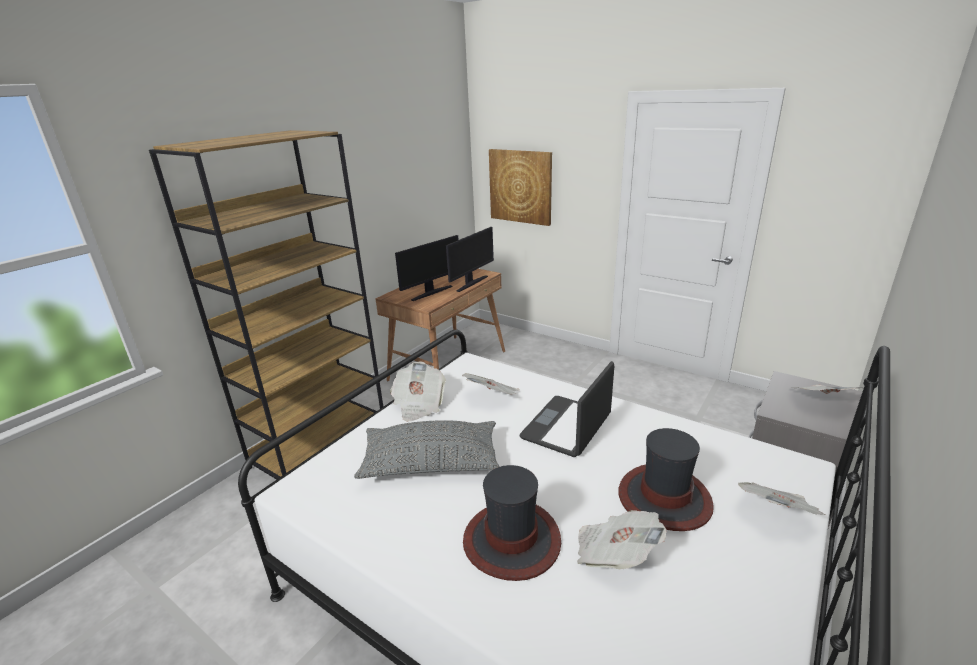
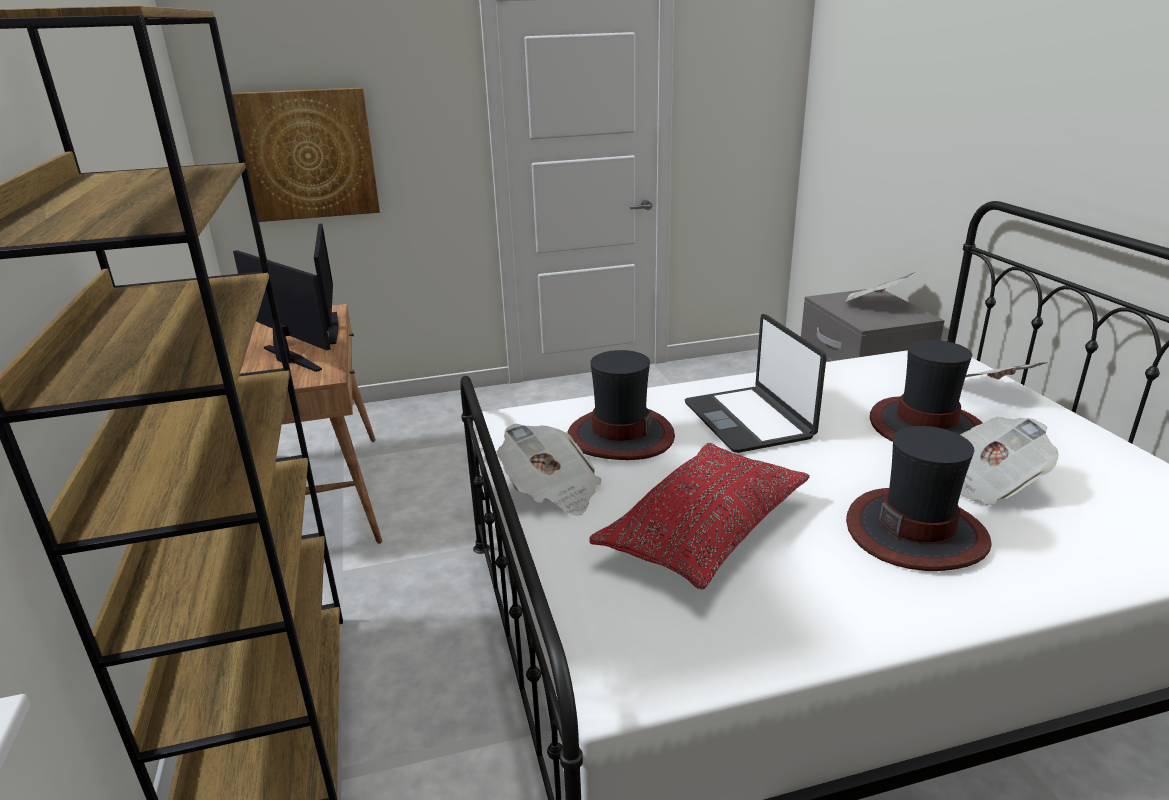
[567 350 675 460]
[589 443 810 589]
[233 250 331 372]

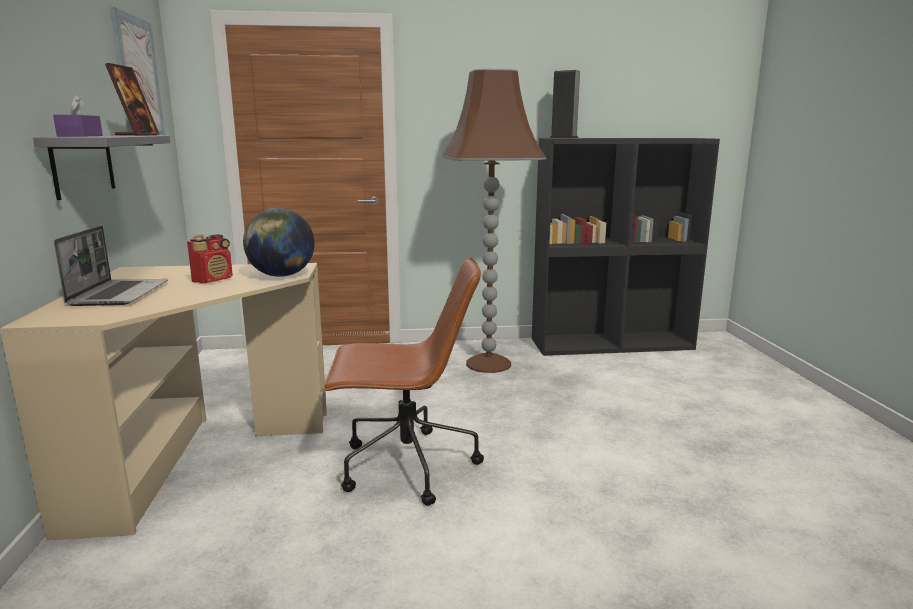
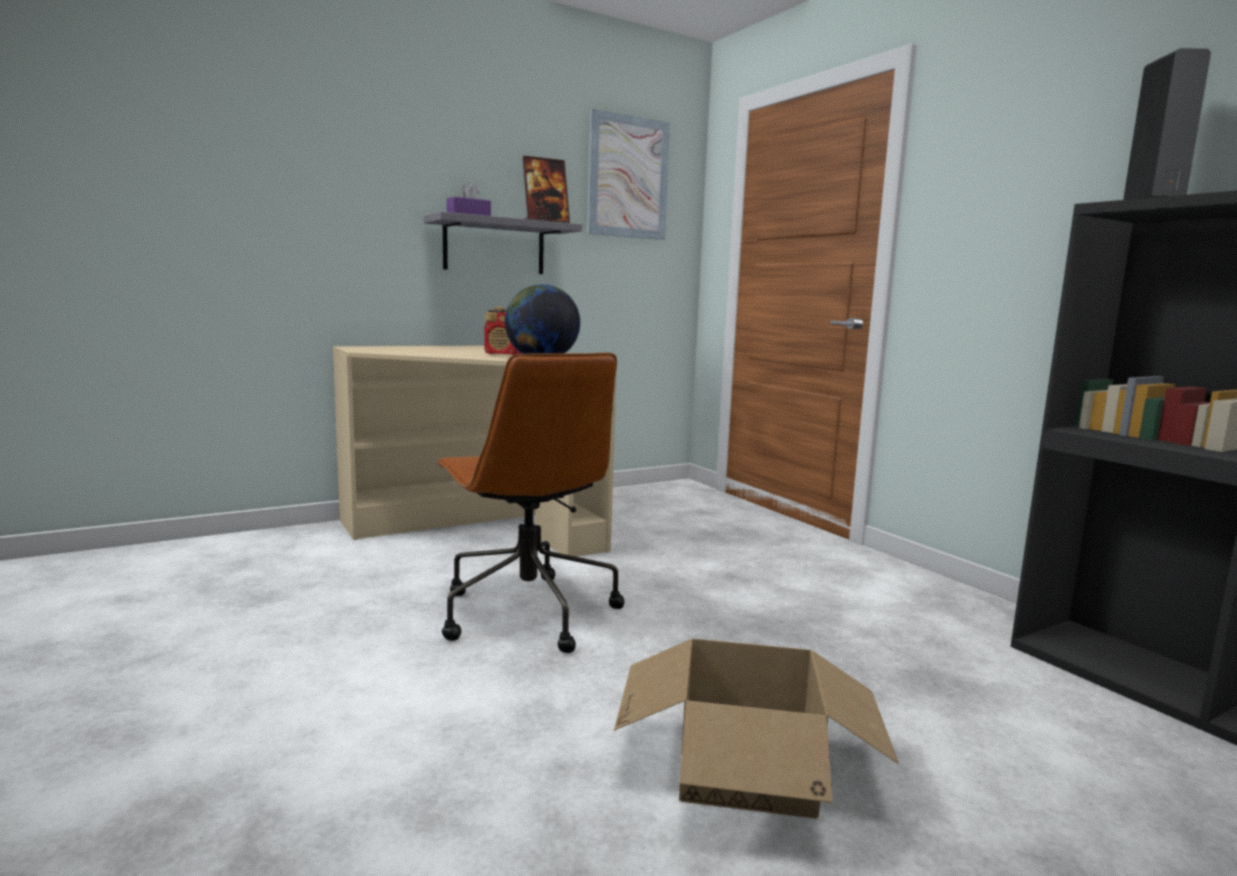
[54 226 168 306] (first image)
[442 68 547 373] (first image)
[614 638 899 819]

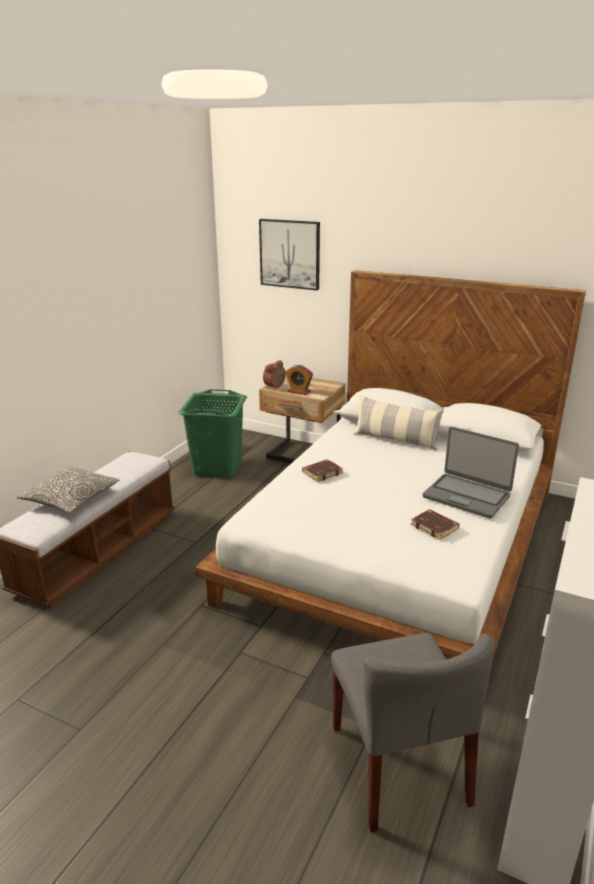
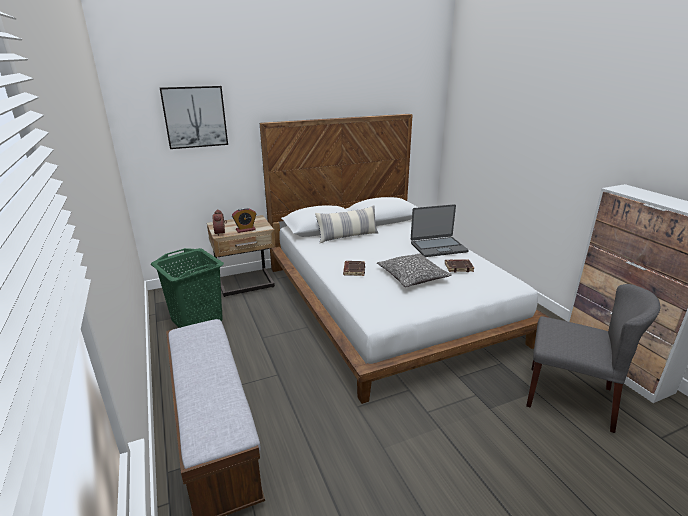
[377 253 452 287]

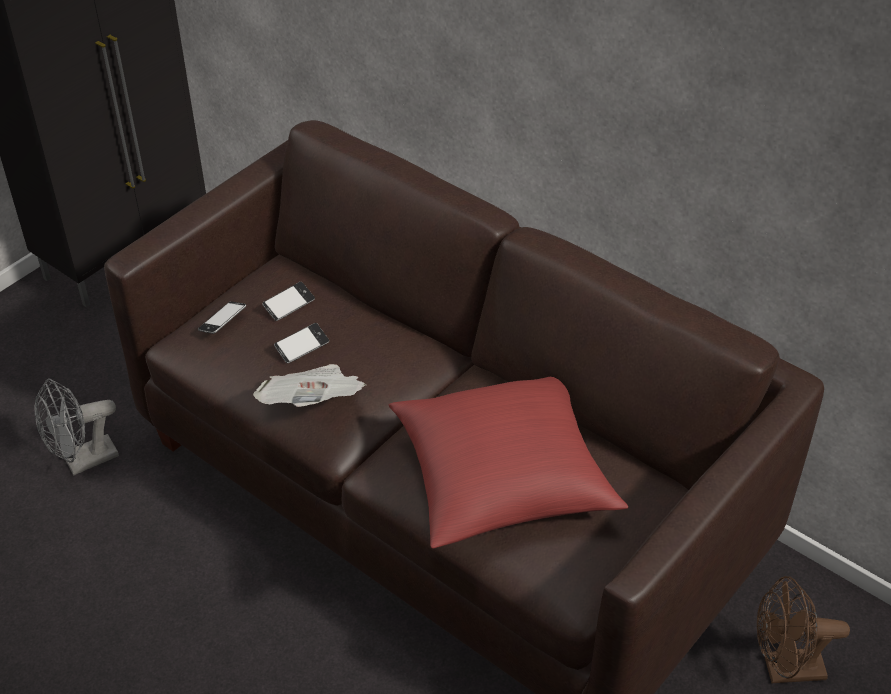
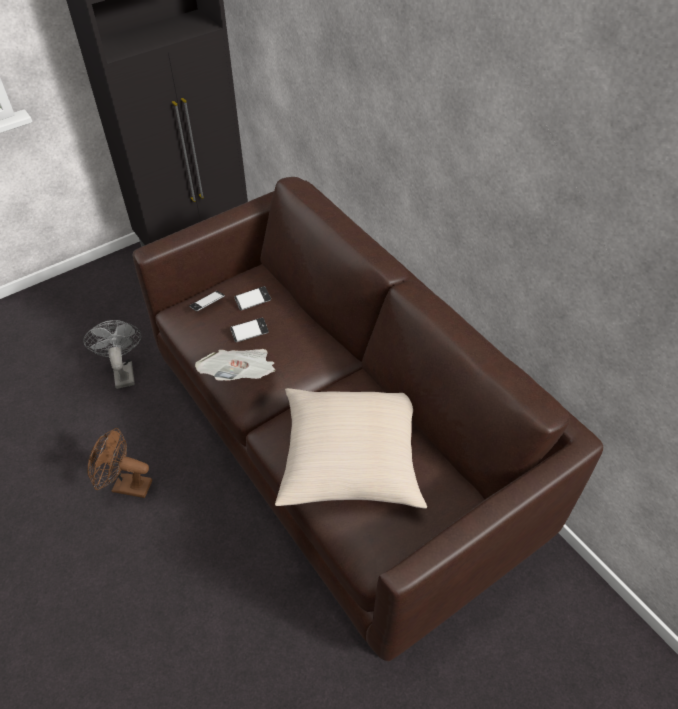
[87 428 152 498]
[275 388 427 509]
[84 320 142 389]

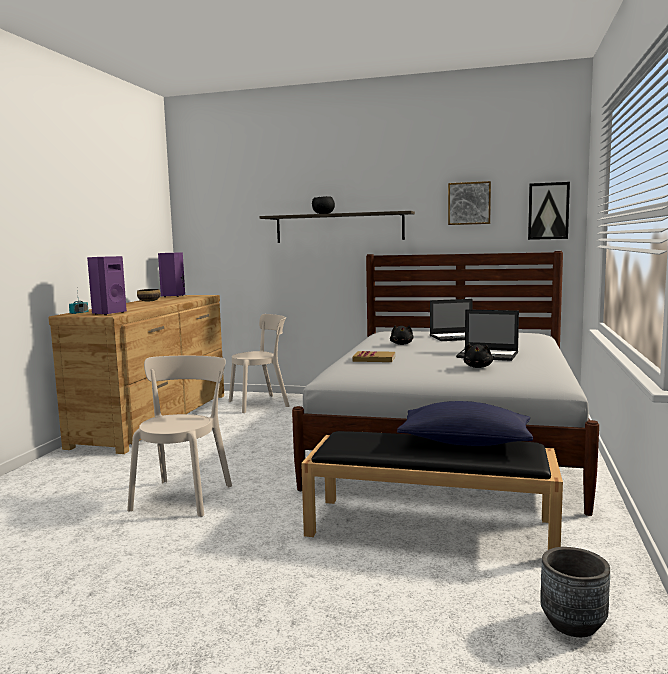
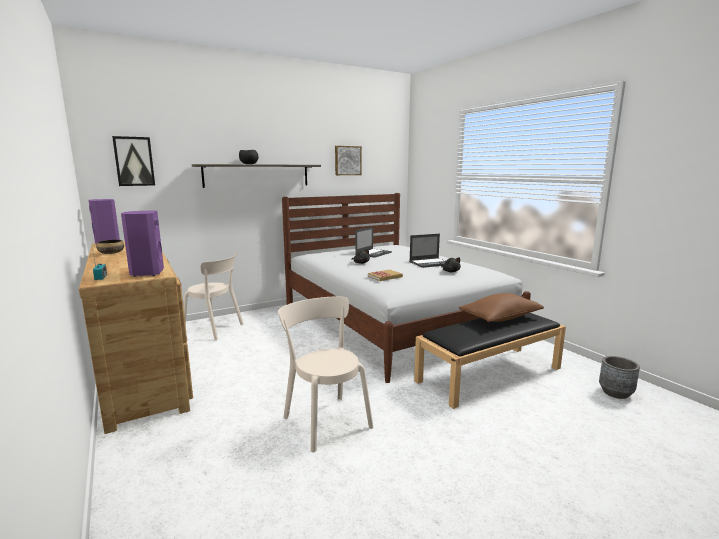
[112 136 155 186]
[459 293 544 322]
[184 252 244 340]

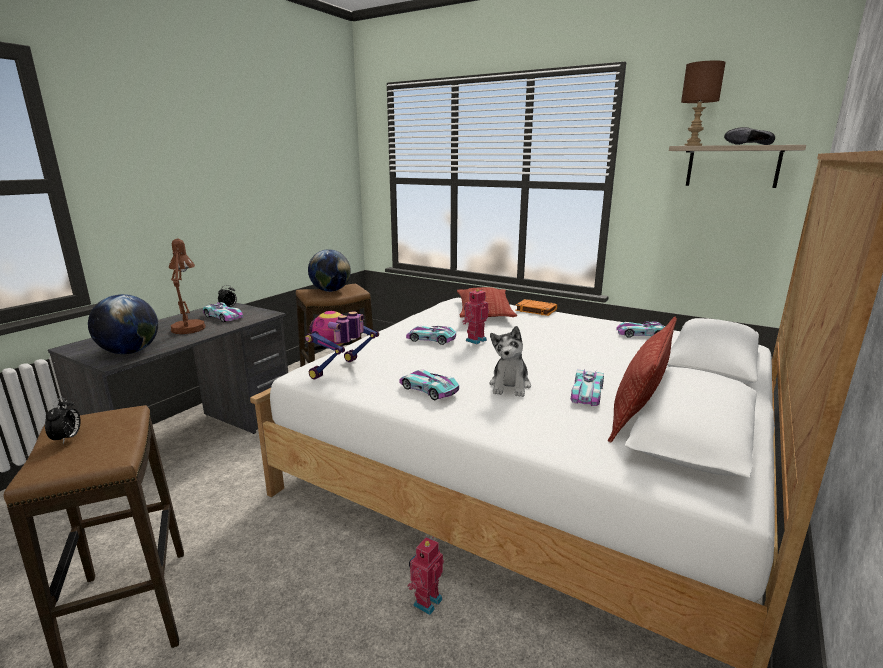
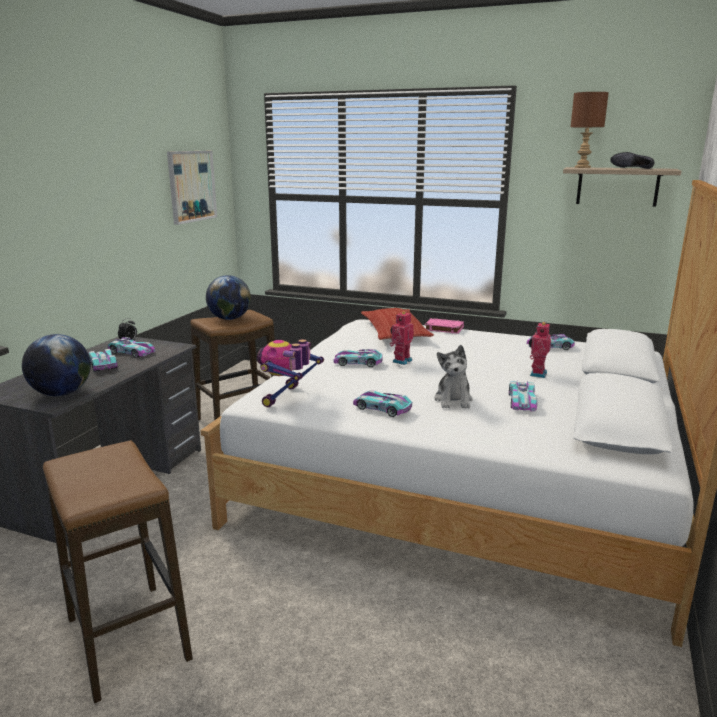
[45 397 80 444] (first image)
[608 317 677 443] (first image)
[167 151 217 225]
[529 321 551 378]
[88 349 118 372]
[425 318 464 334]

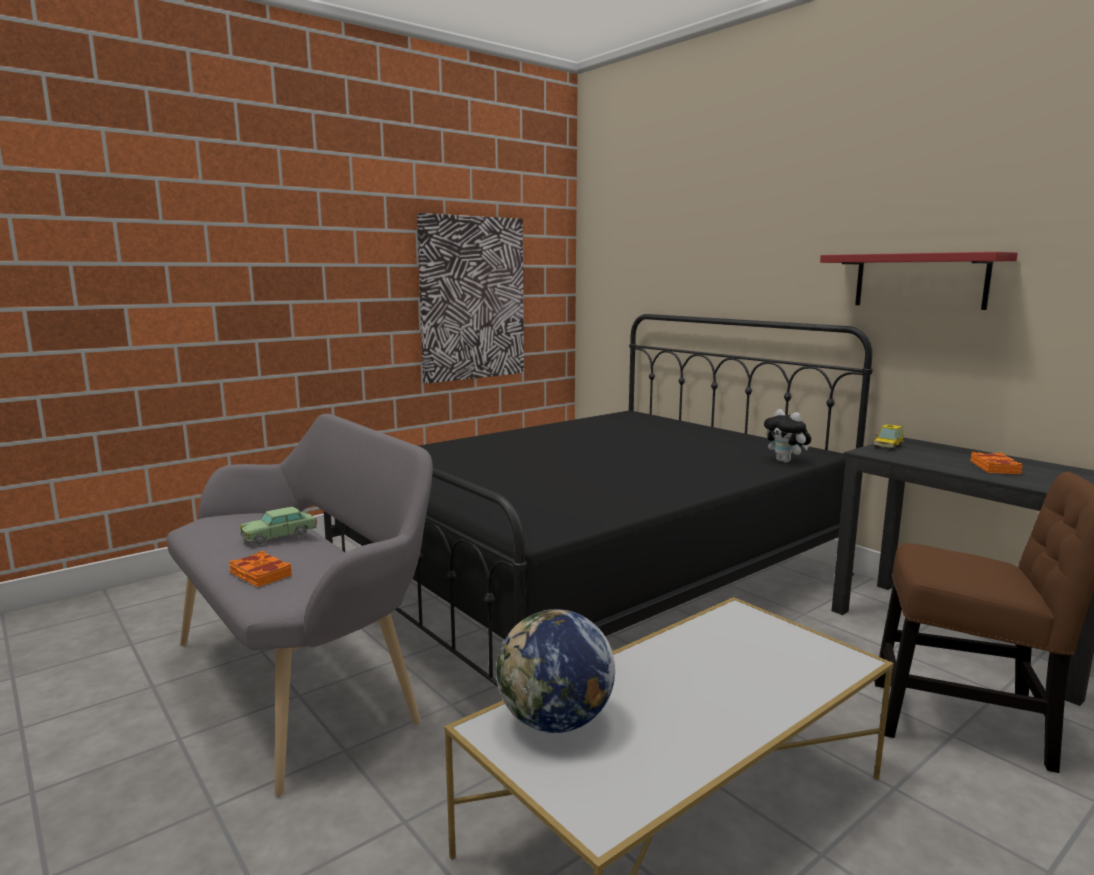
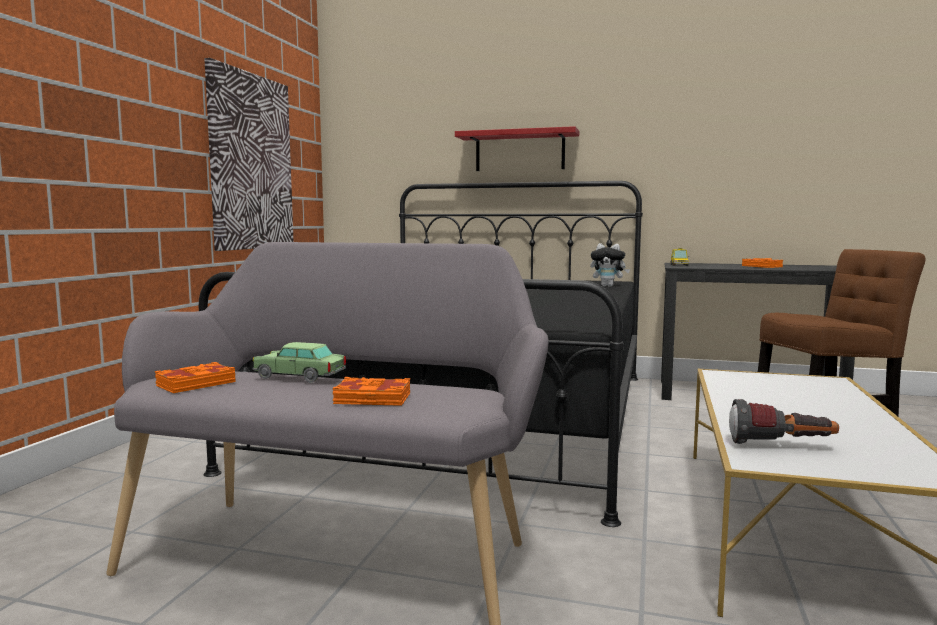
[155 362 236 393]
[455 126 579 171]
[729 399 839 444]
[253 342 346 382]

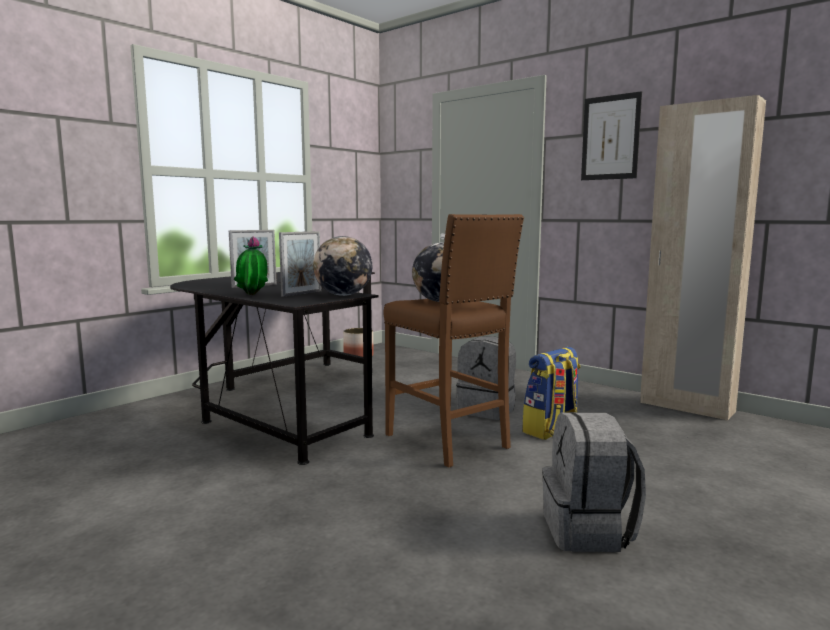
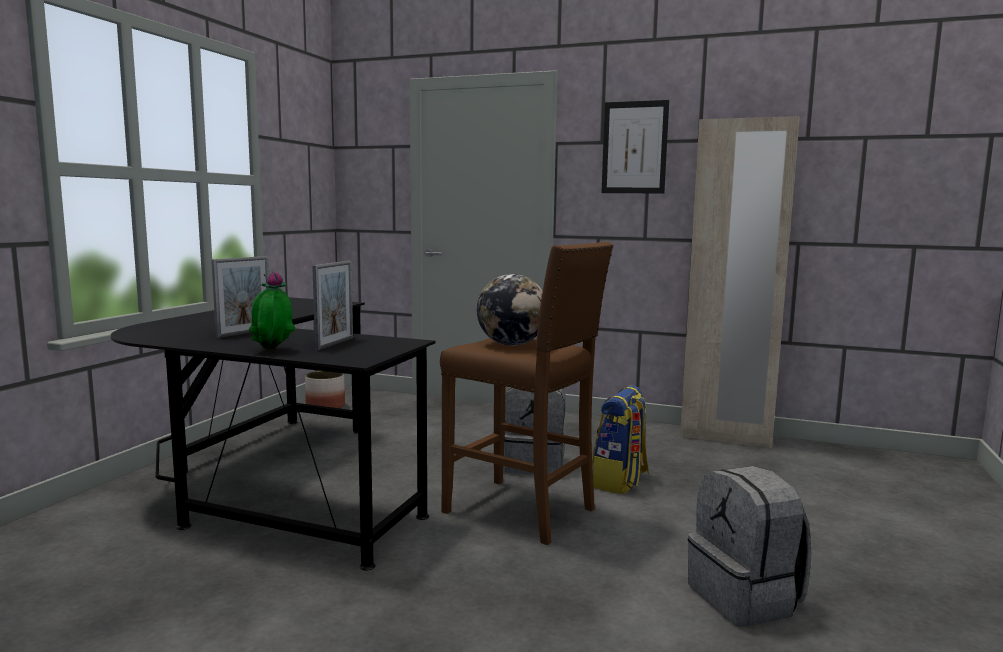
[313 236 372 296] (first image)

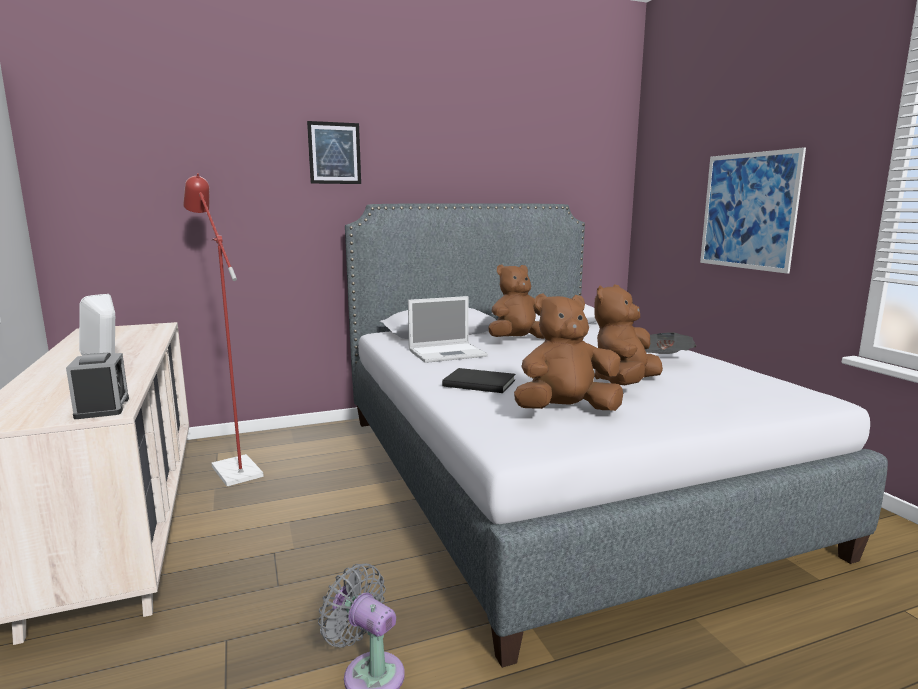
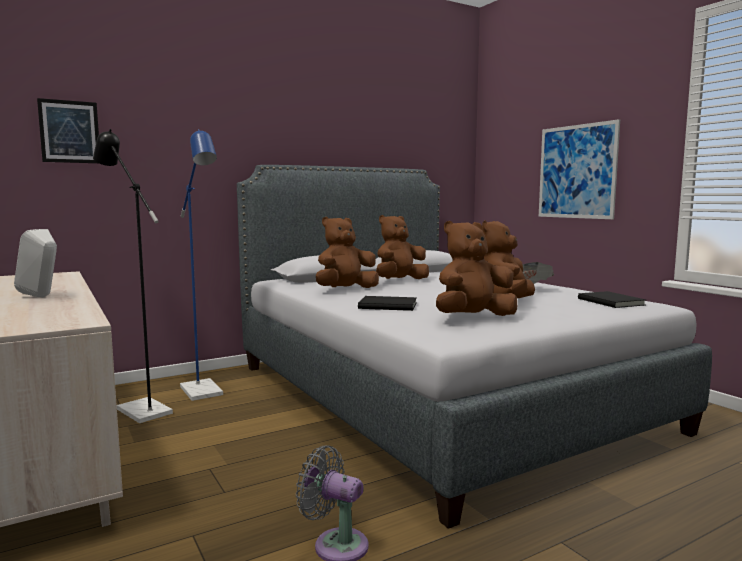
[66 352 129 419] (first image)
[180 129 223 401]
[578 291 646 308]
[37 98 99 163]
[316 217 379 288]
[93 129 173 423]

